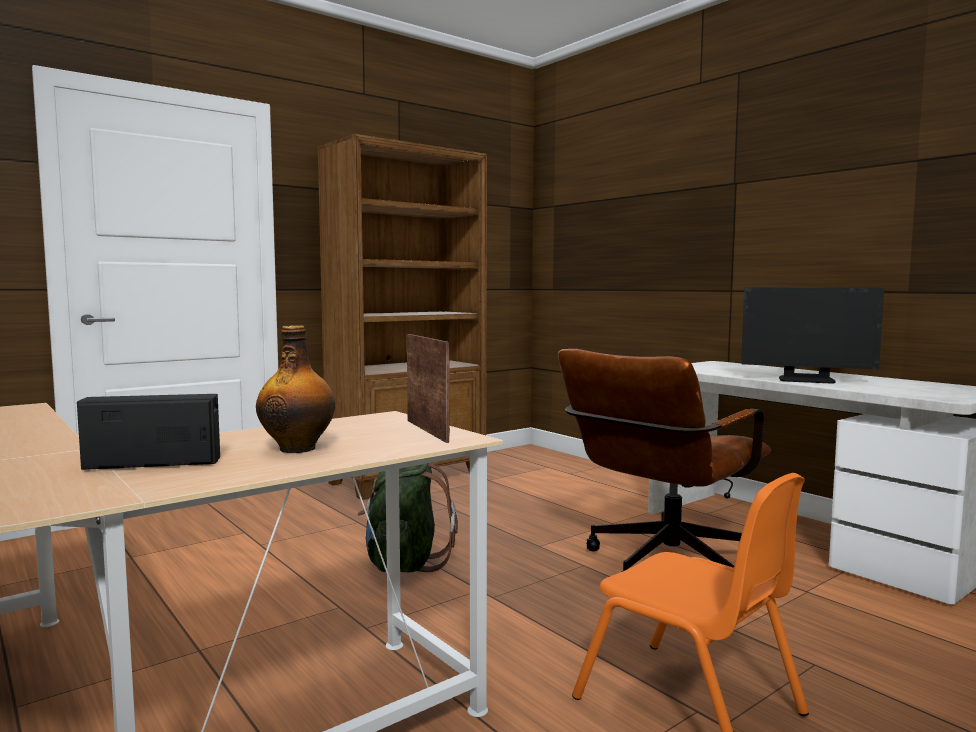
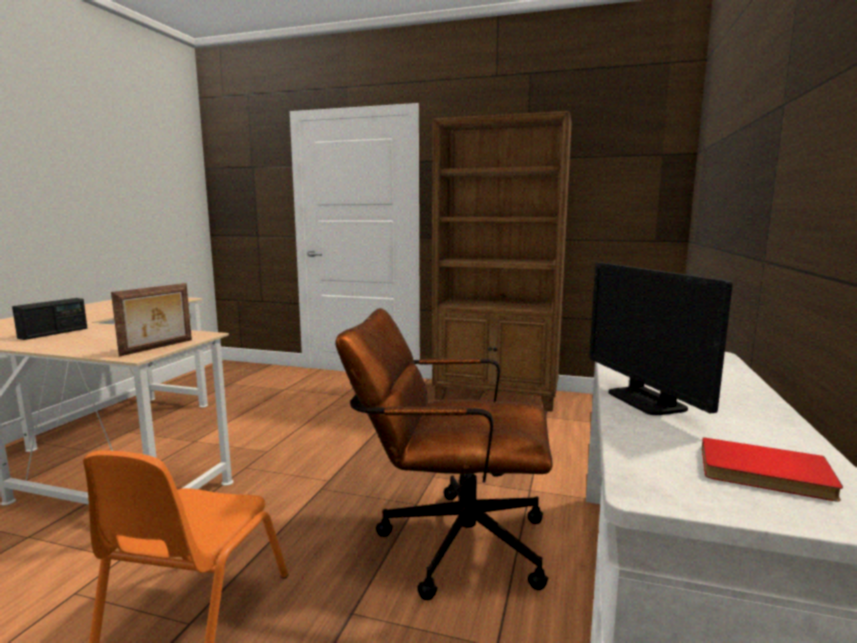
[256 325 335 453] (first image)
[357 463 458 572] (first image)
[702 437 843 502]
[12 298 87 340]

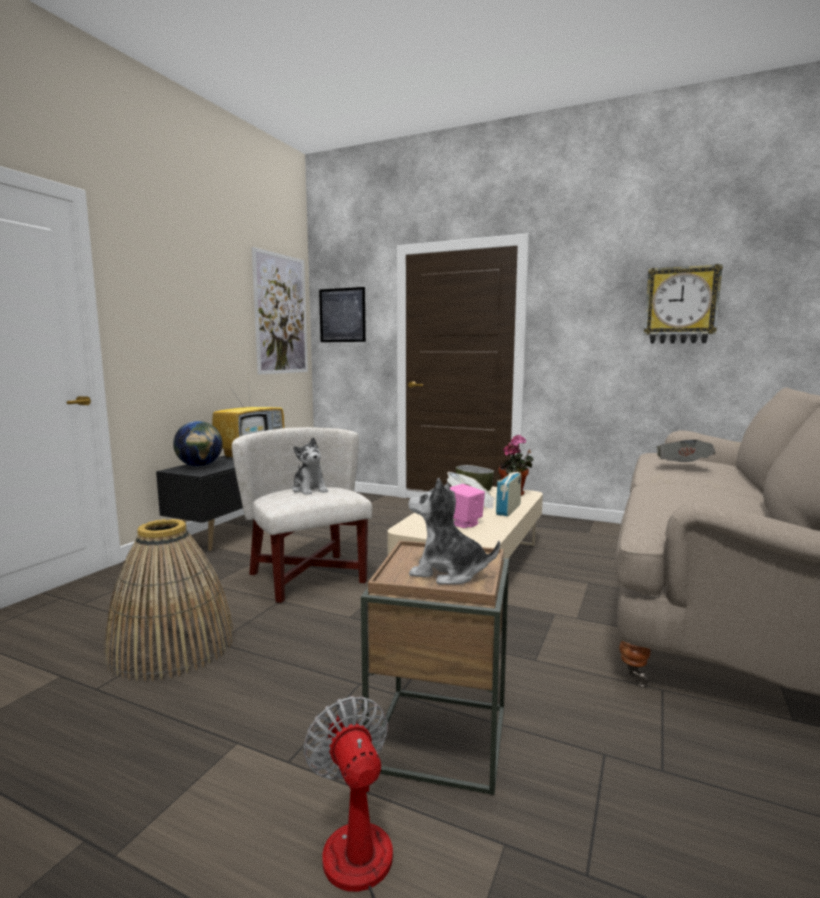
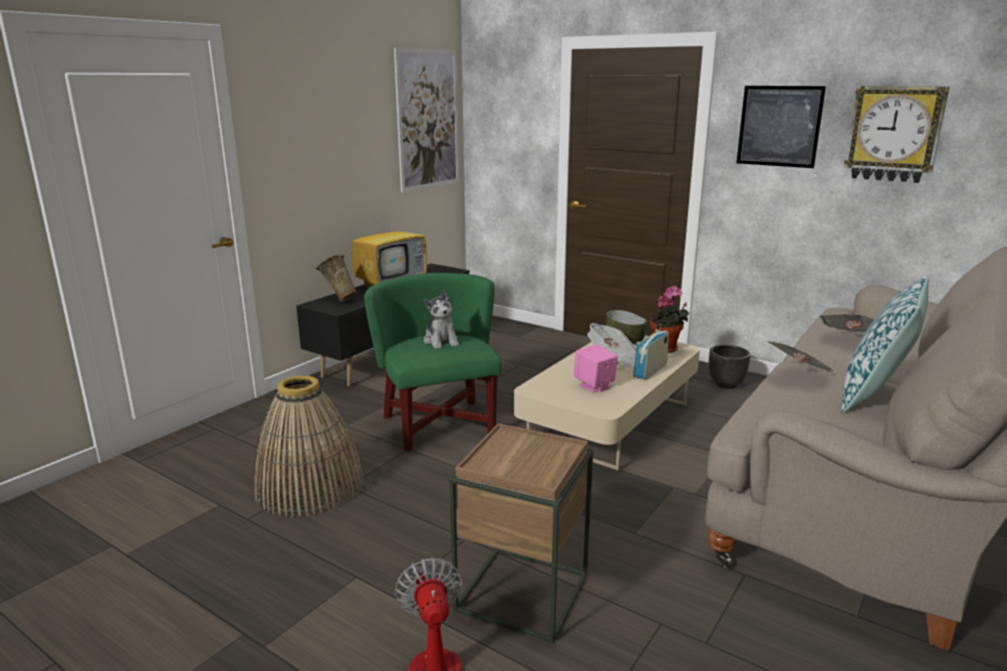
[408 478 500 585] (first image)
[709 345 751 389]
[766 341 833 372]
[841 276 929 413]
[737 86 826 168]
[315 255 357 302]
[364 273 502 451]

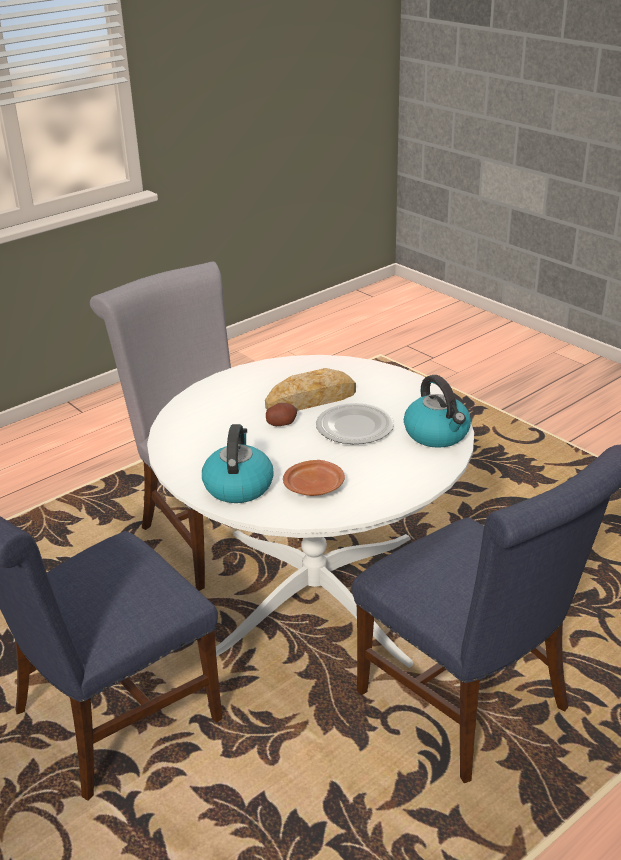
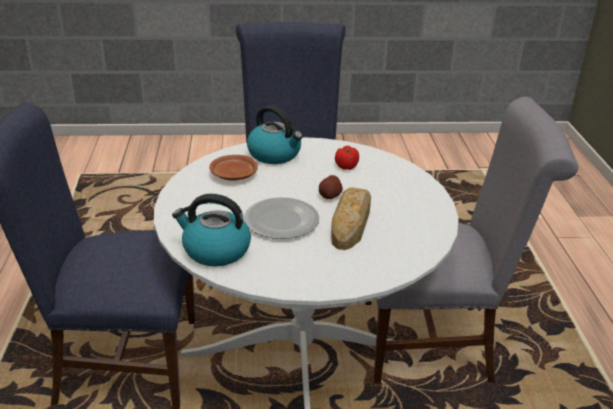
[335 146 359 170]

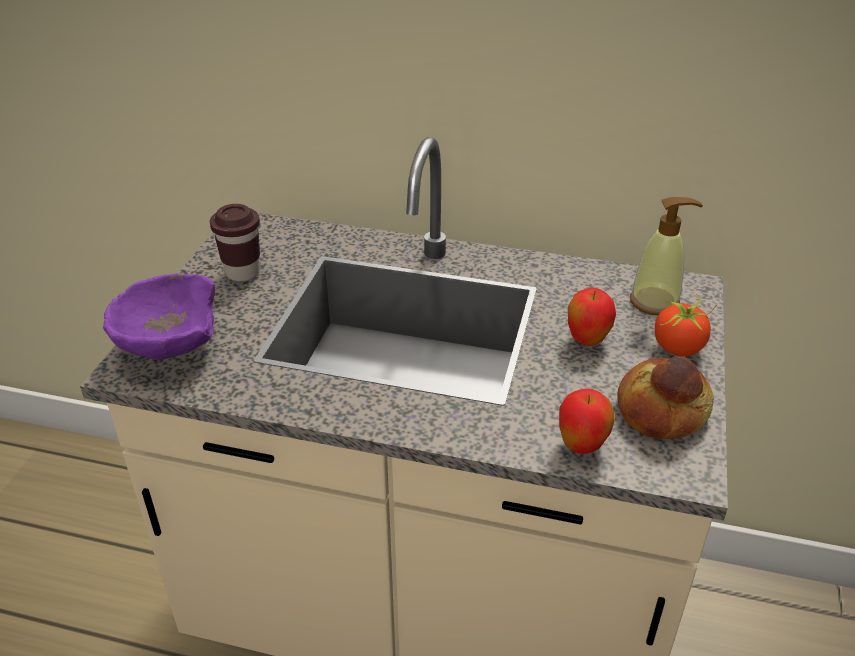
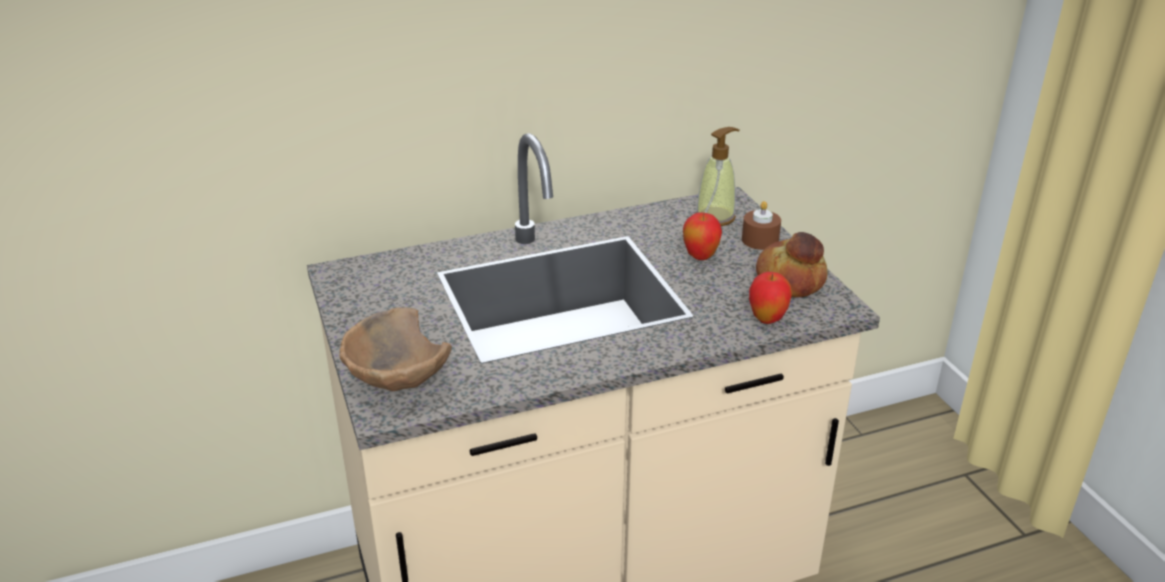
[210 204 260 282] (first image)
[742 201 781 250]
[339 307 452 391]

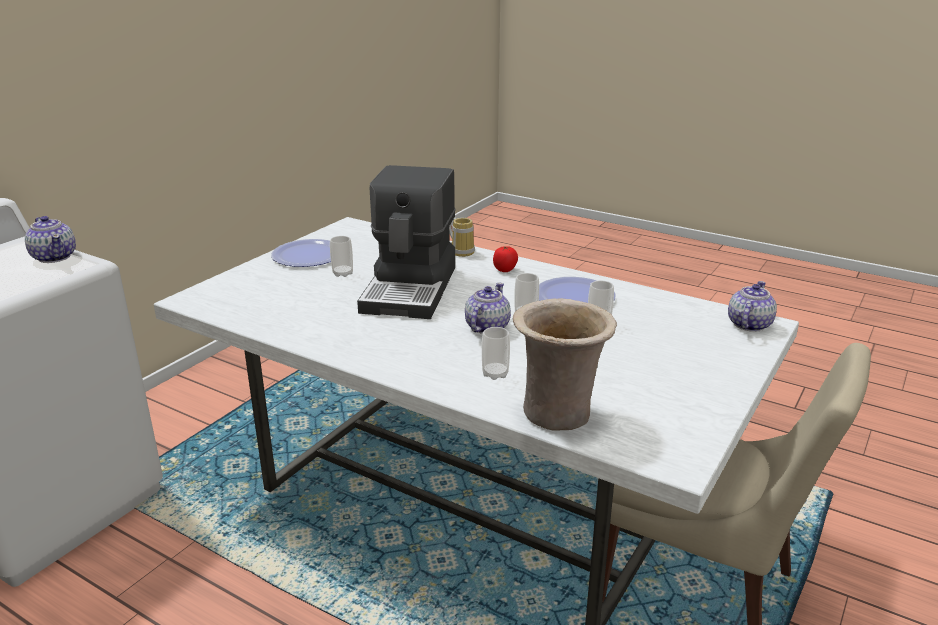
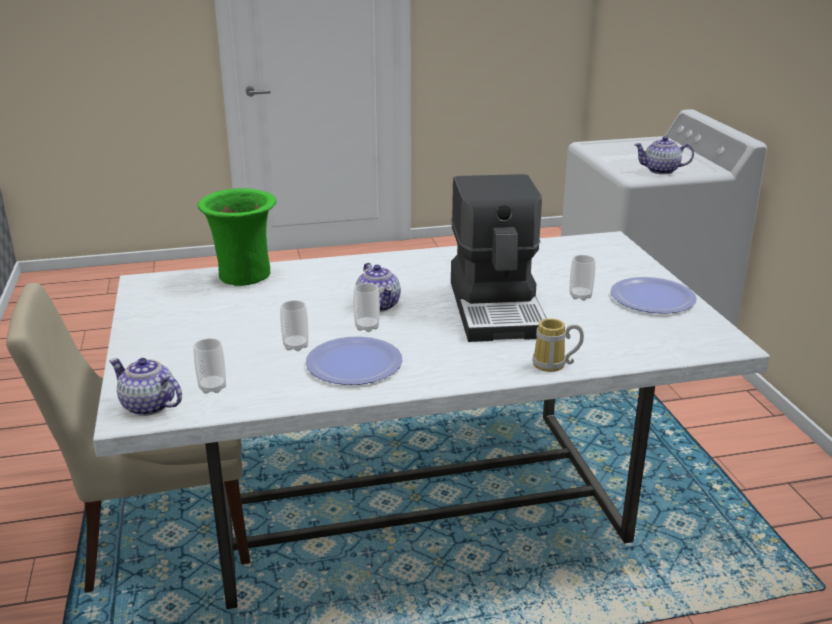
[493 246 518 272] (first image)
[193 338 226 394]
[197 188 276 286]
[451 174 547 342]
[109 358 182 416]

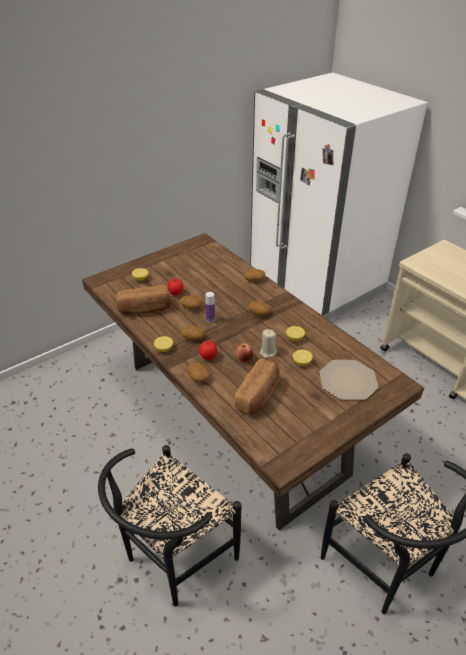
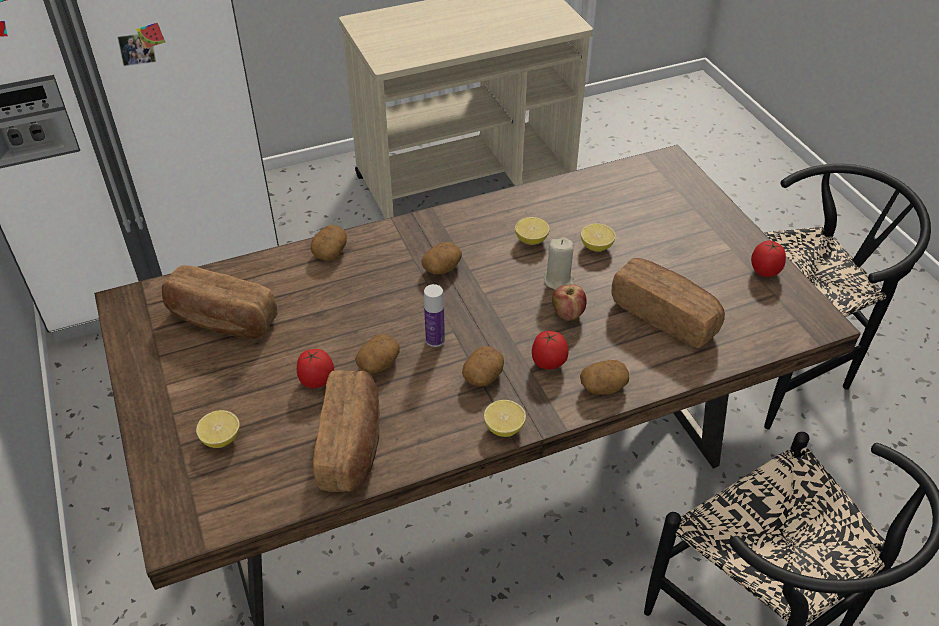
[319 360 379 400] (first image)
[162 265 277 339]
[751 241 786 277]

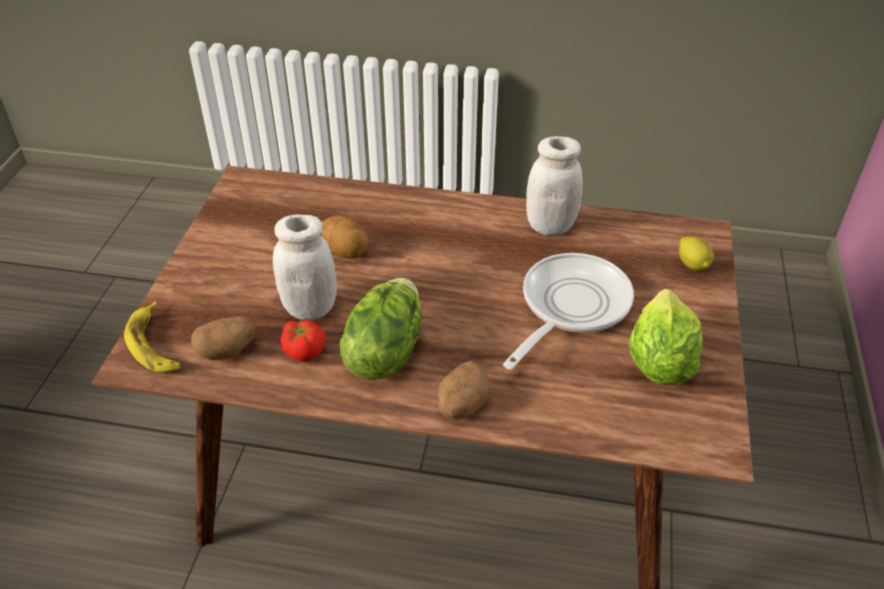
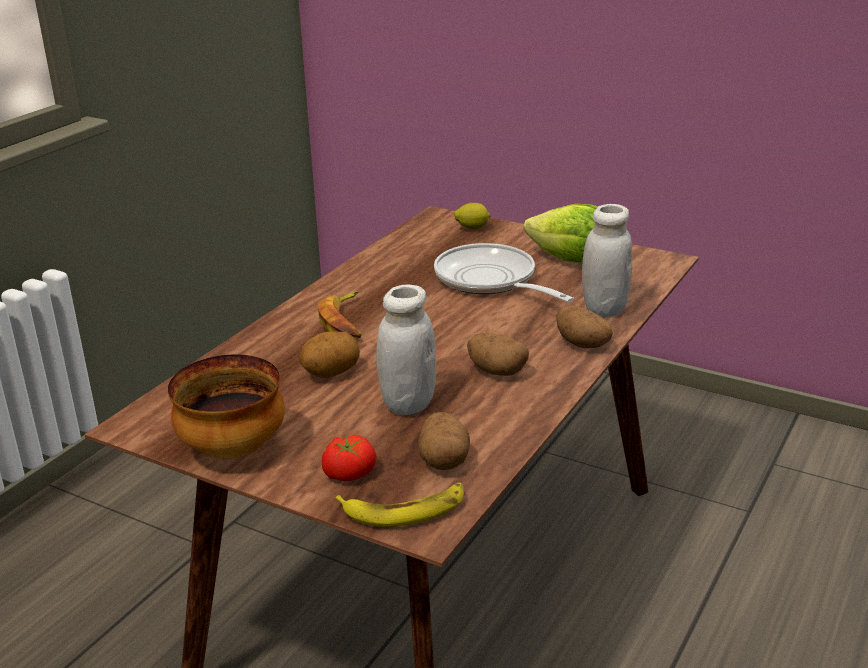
[168 355 285 459]
[318 291 361 339]
[322 435 377 481]
[582 204 632 317]
[467 333 529 376]

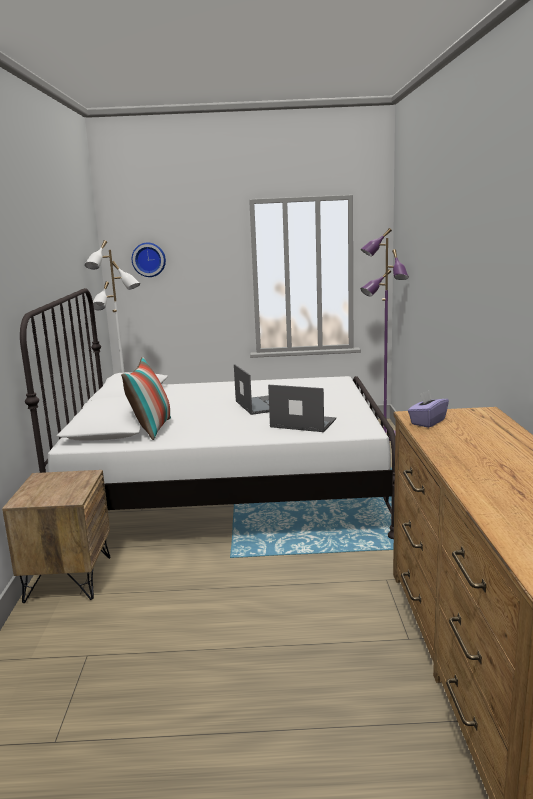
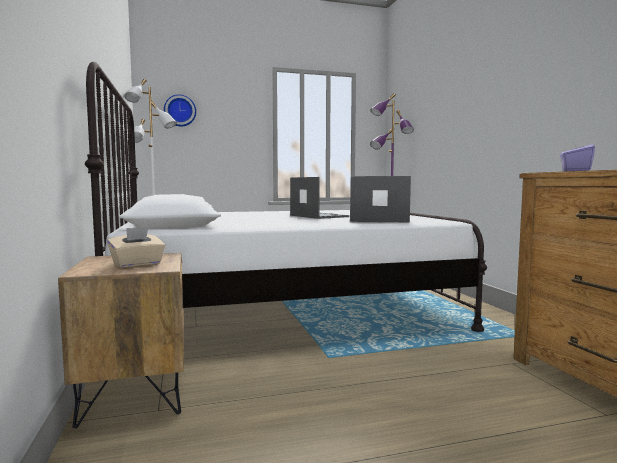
[121 357 171 440] (first image)
[107 227 165 268]

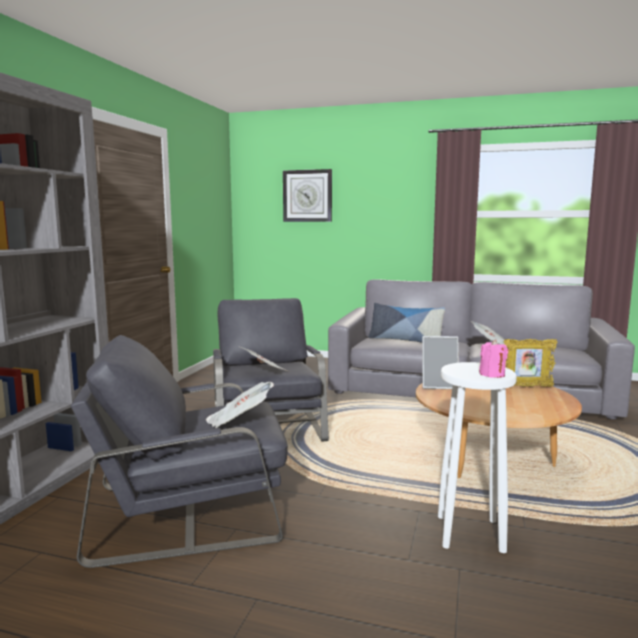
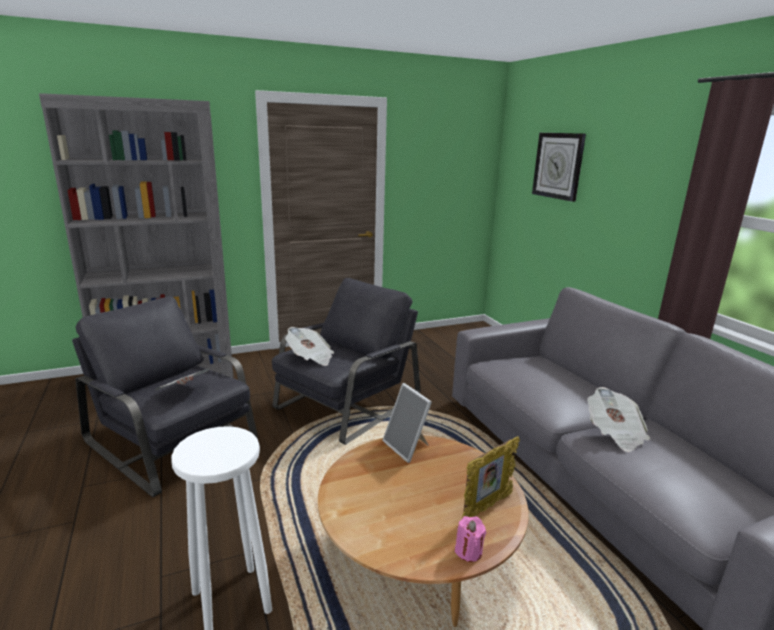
[368 303 445 343] (first image)
[455 516 486 562]
[462 436 520 518]

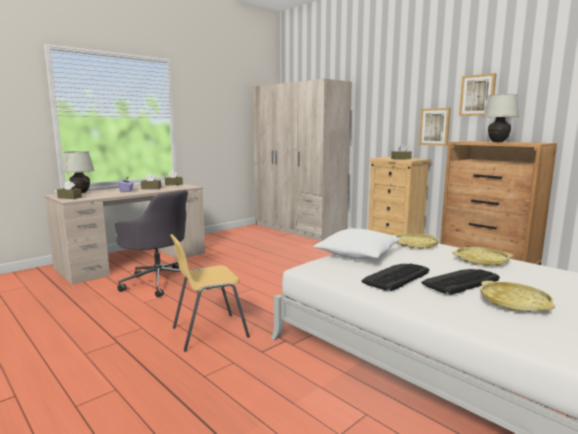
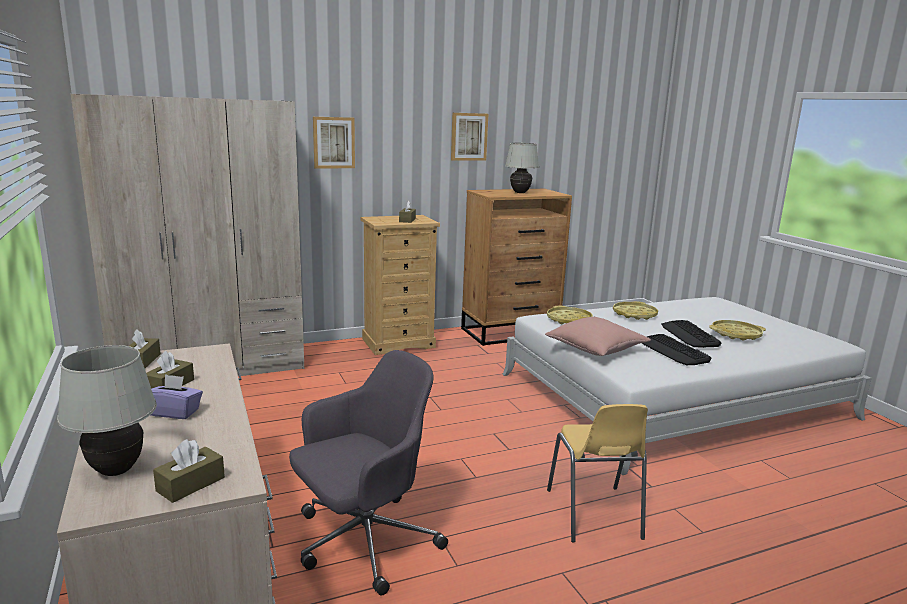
[313 117 355 169]
[545 317 651 356]

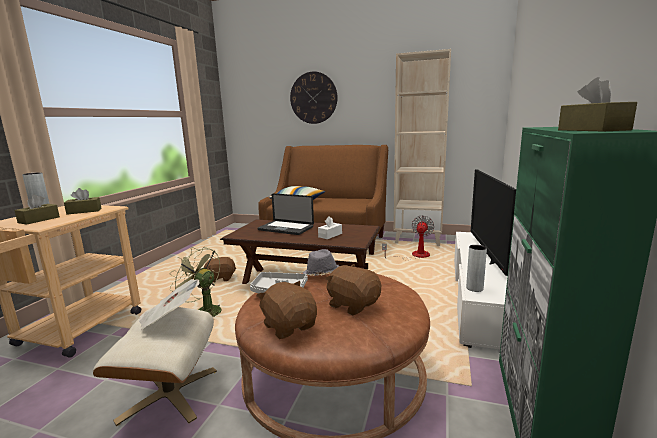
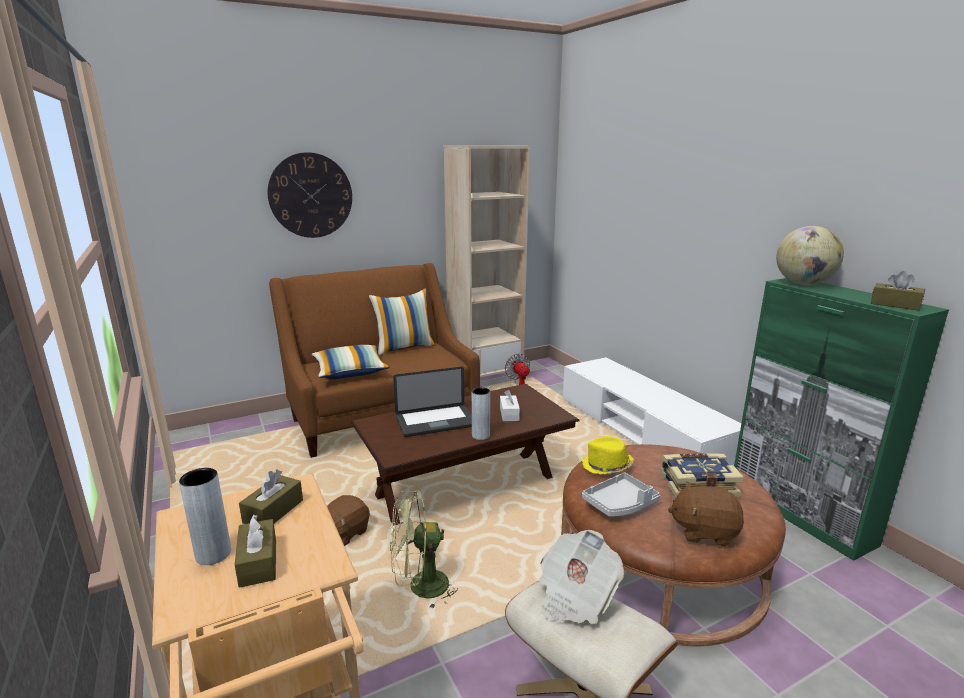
[471 169 516 276] (first image)
[369 288 435 355]
[776 226 844 285]
[472 387 490 440]
[660 453 744 498]
[582 436 634 475]

